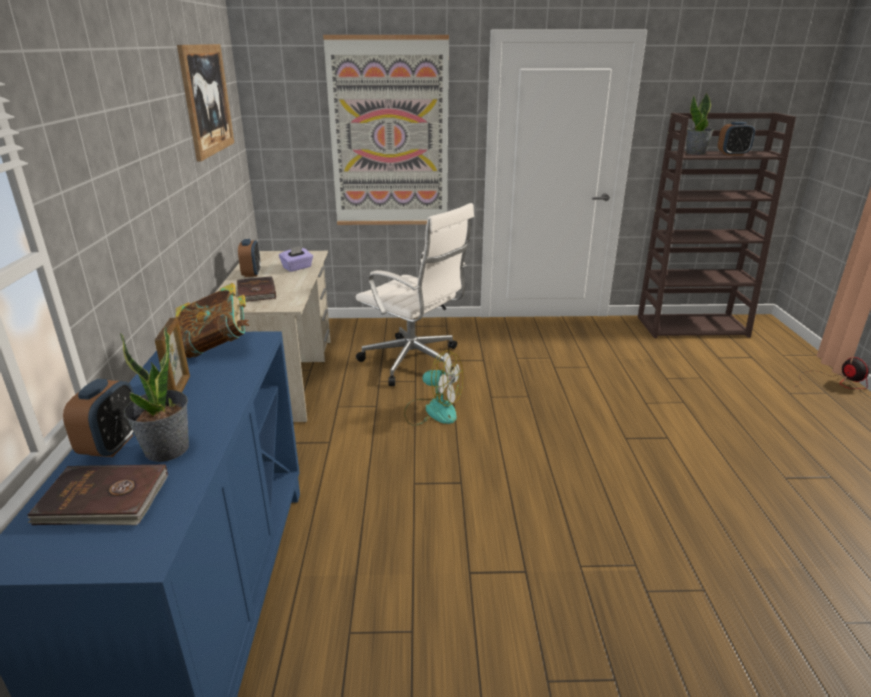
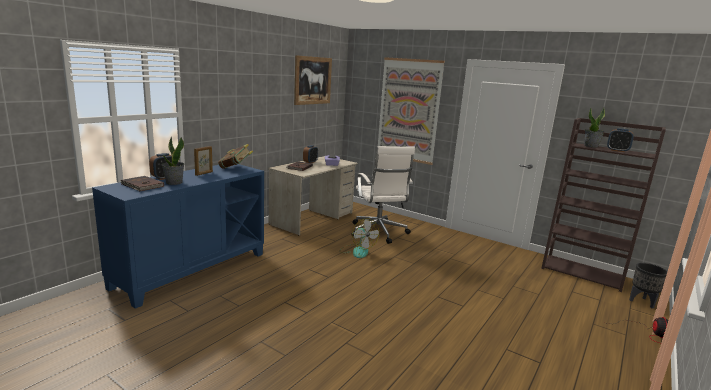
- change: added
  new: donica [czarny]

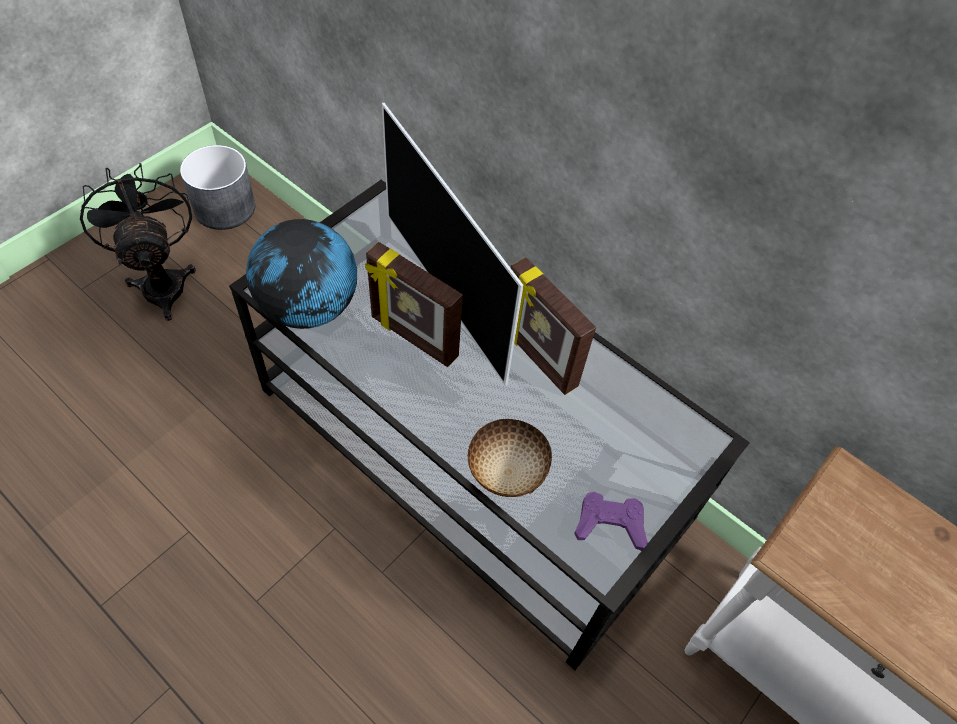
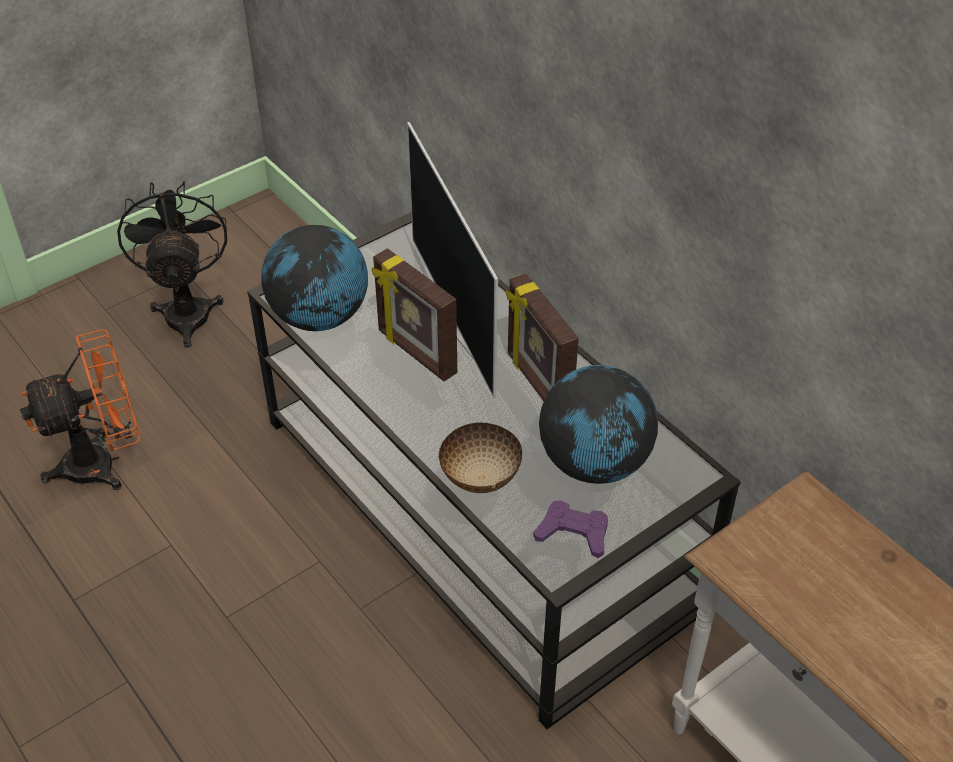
- change: removed
  old: donica [szary]
- change: added
  new: wentylator [pomarańczowy]
- change: added
  new: globus (2nd from left)

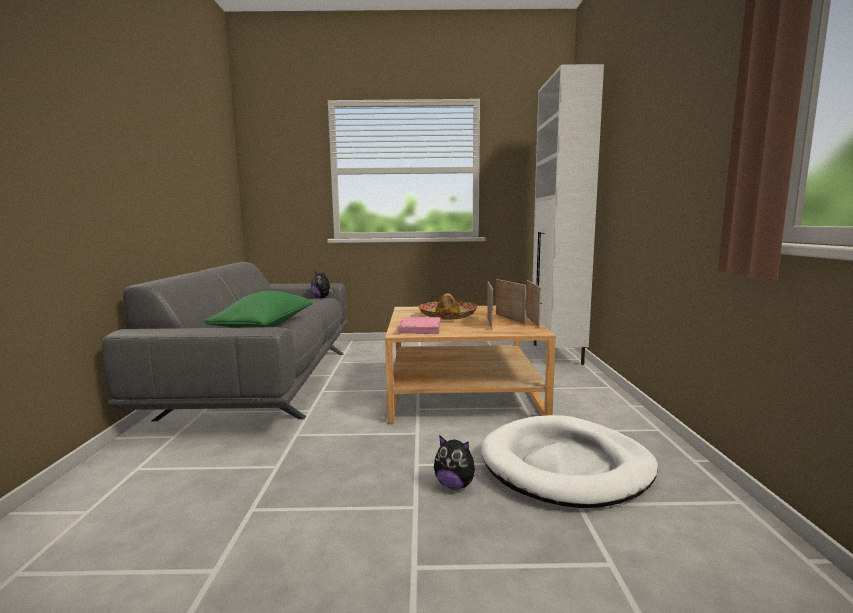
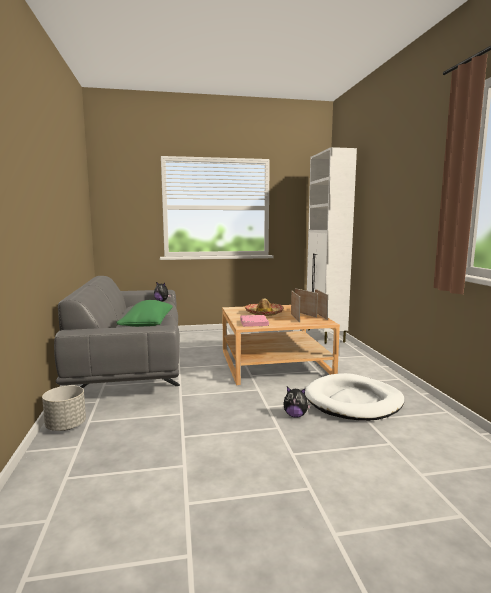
- change: added
  new: donica [szary]

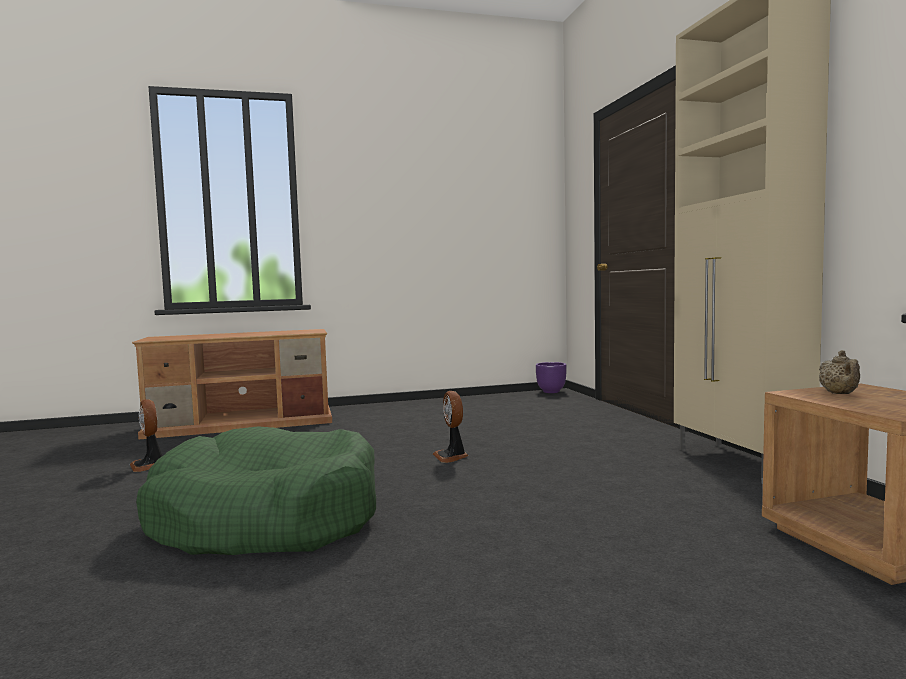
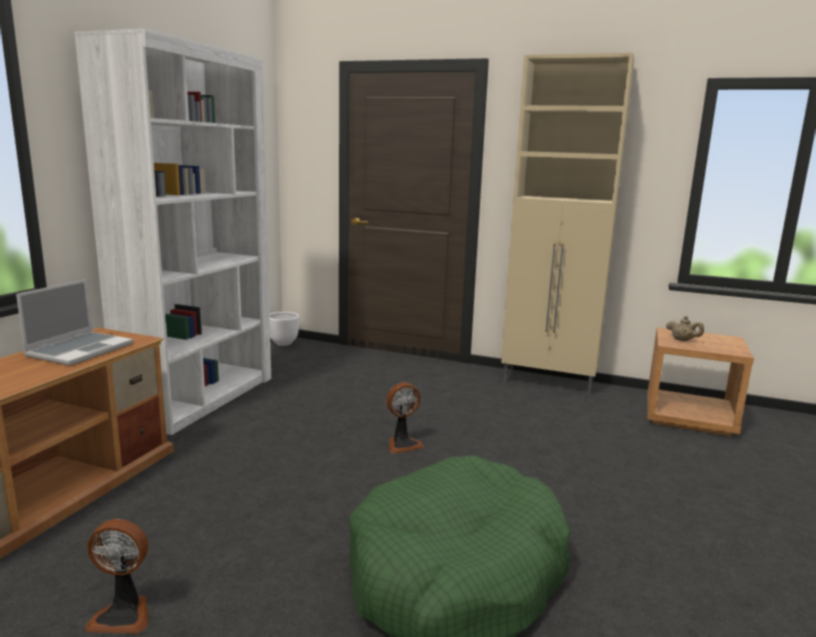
- change: turned
  old: wentylator (2nd from left)
  degrees: -45
- change: recoloured
  old: donica [fioletowy]
  new: donica [biały]
- change: added
  new: laptop
- change: added
  new: regał [biały]

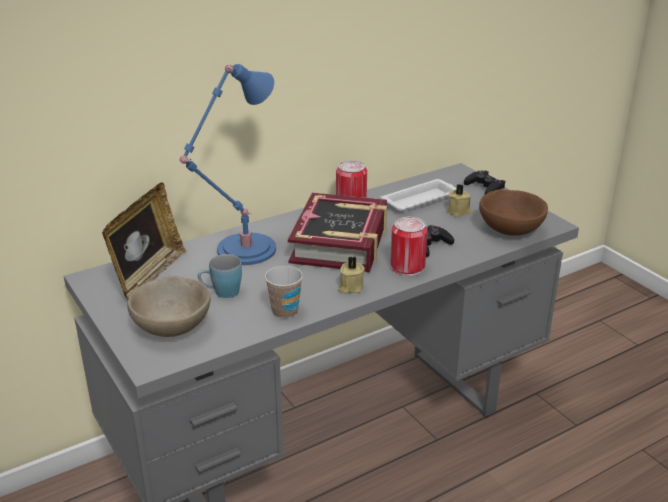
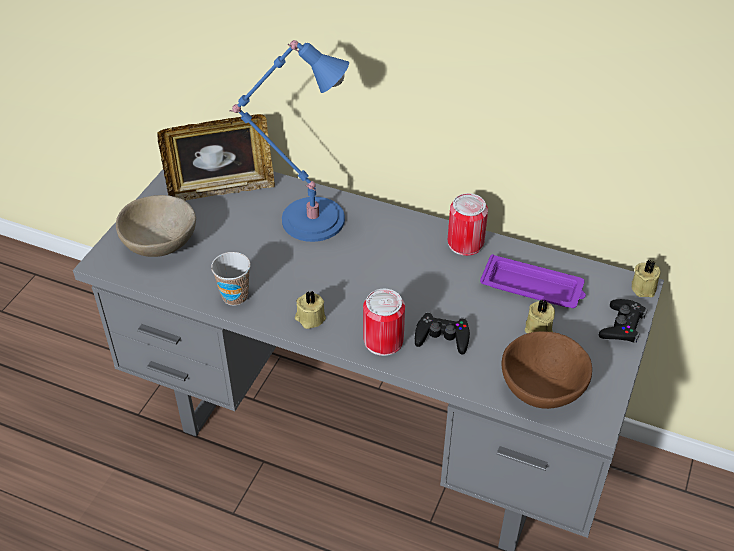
- change: removed
  old: kubek [niebieski]
- change: removed
  old: książka
- change: recoloured
  old: taca [biały]
  new: taca [fioletowy]
- change: added
  new: świeca [beżowy] (3rd from left)

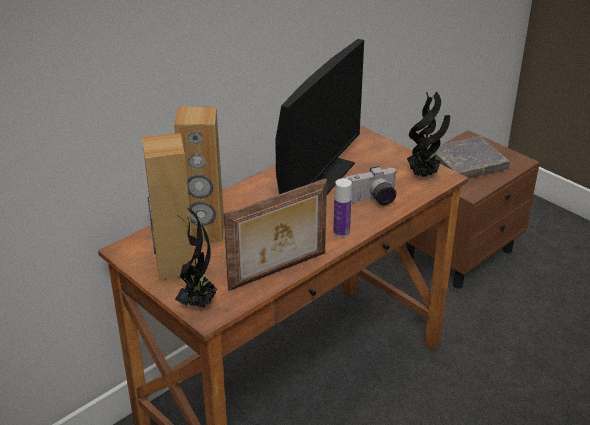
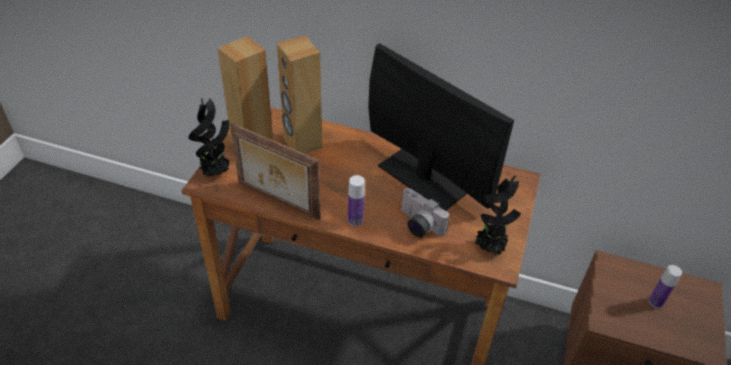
- change: turned
  old: monitor
  degrees: -135
- change: replaced
  old: książka [szary]
  new: butelka (2nd from left)

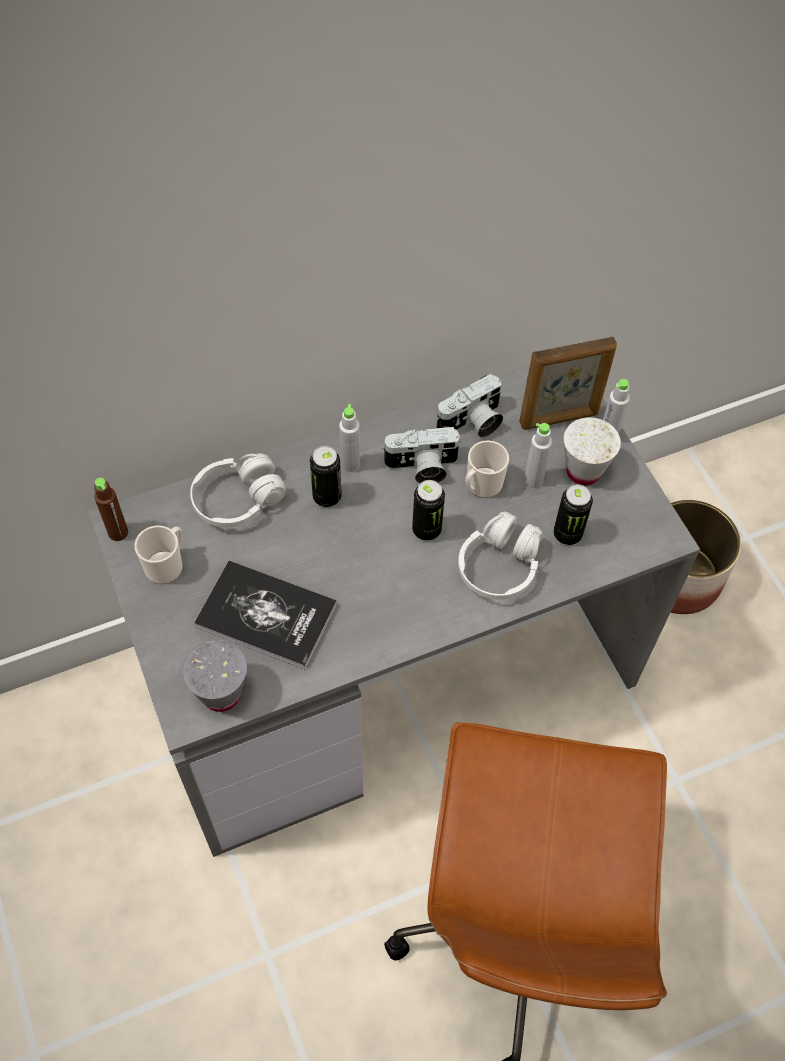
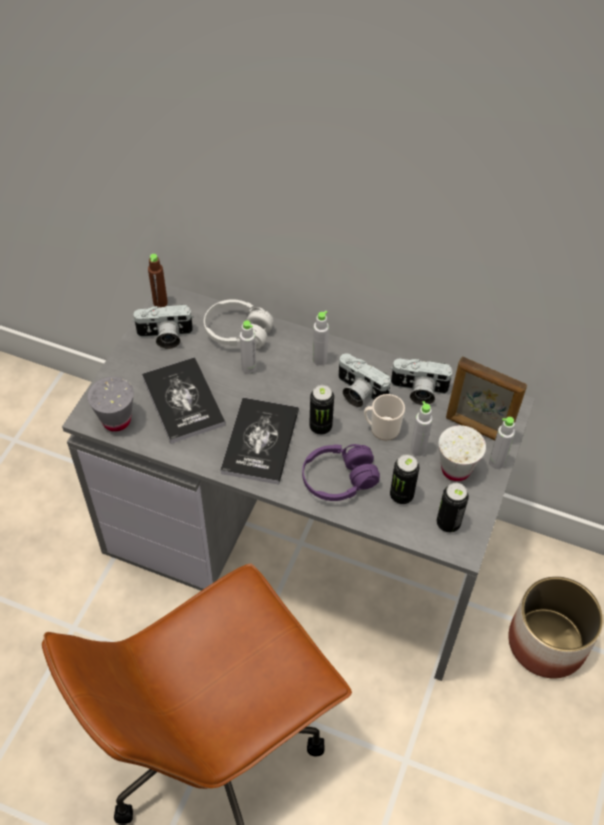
- change: replaced
  old: kubek (1st from left)
  new: aparat fotograficzny (1st from left)
- change: moved
  old: puszka (1st from left in the first image)
  new: puszka (3rd from left)
- change: recoloured
  old: słuchawki [biały] (2nd from left)
  new: słuchawki [fioletowy]
- change: added
  new: książka (2nd from left)
- change: added
  new: butelka [szary] (1st from left)

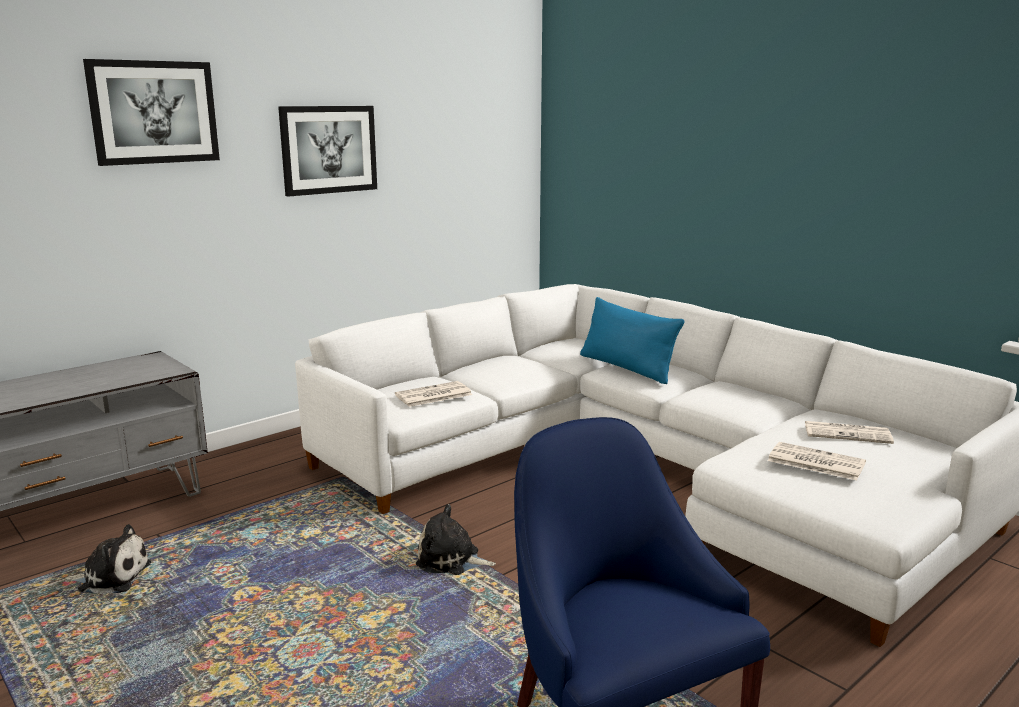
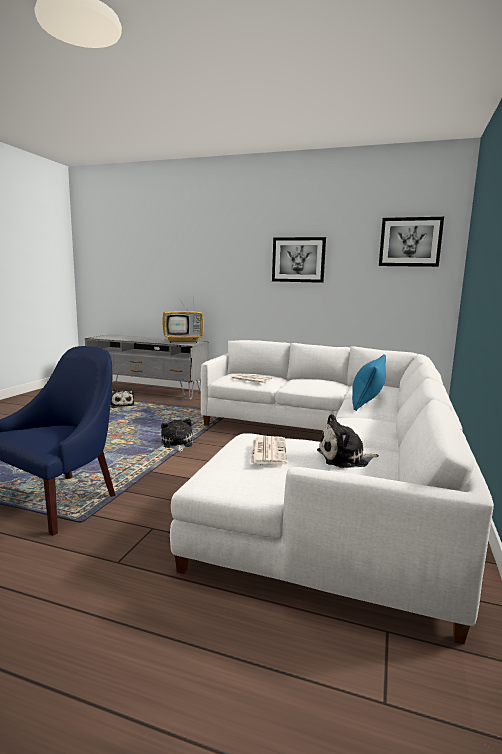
- change: moved
  old: obraz (1st from left in the first image)
  new: obraz (2nd from left)
- change: replaced
  old: gazeta (3rd from left)
  new: pluszak (3rd from left)
- change: added
  new: telewizor

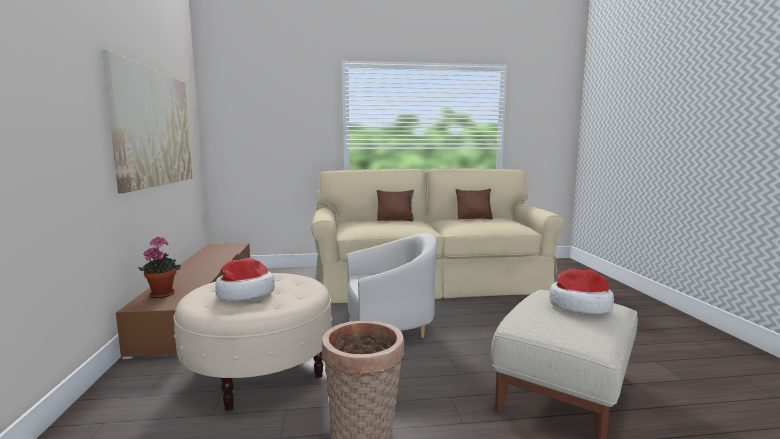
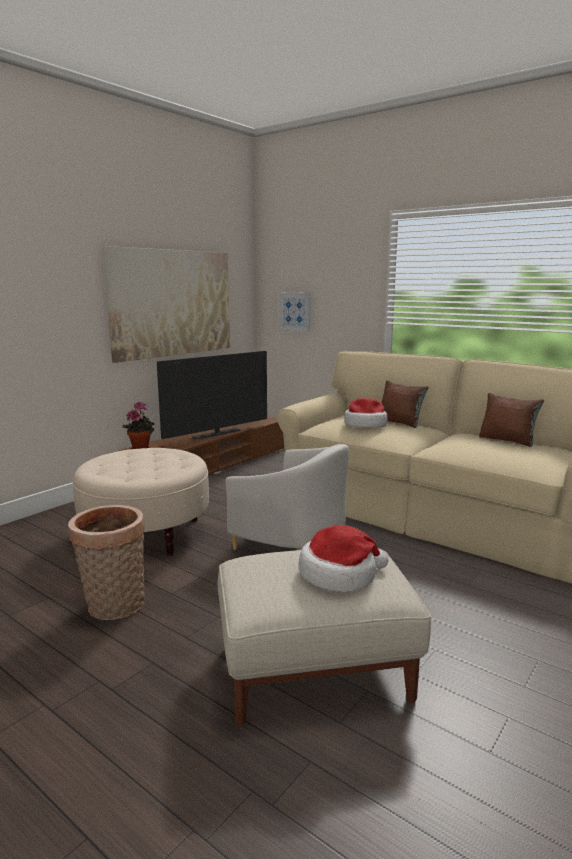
- change: moved
  old: kapelusz (1st from left in the first image)
  new: kapelusz (2nd from left)
- change: added
  new: telewizor
- change: added
  new: obraz (2nd from left)

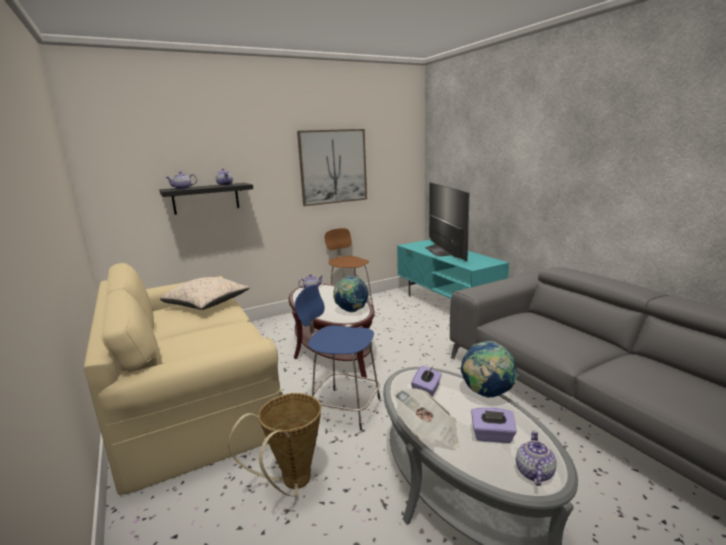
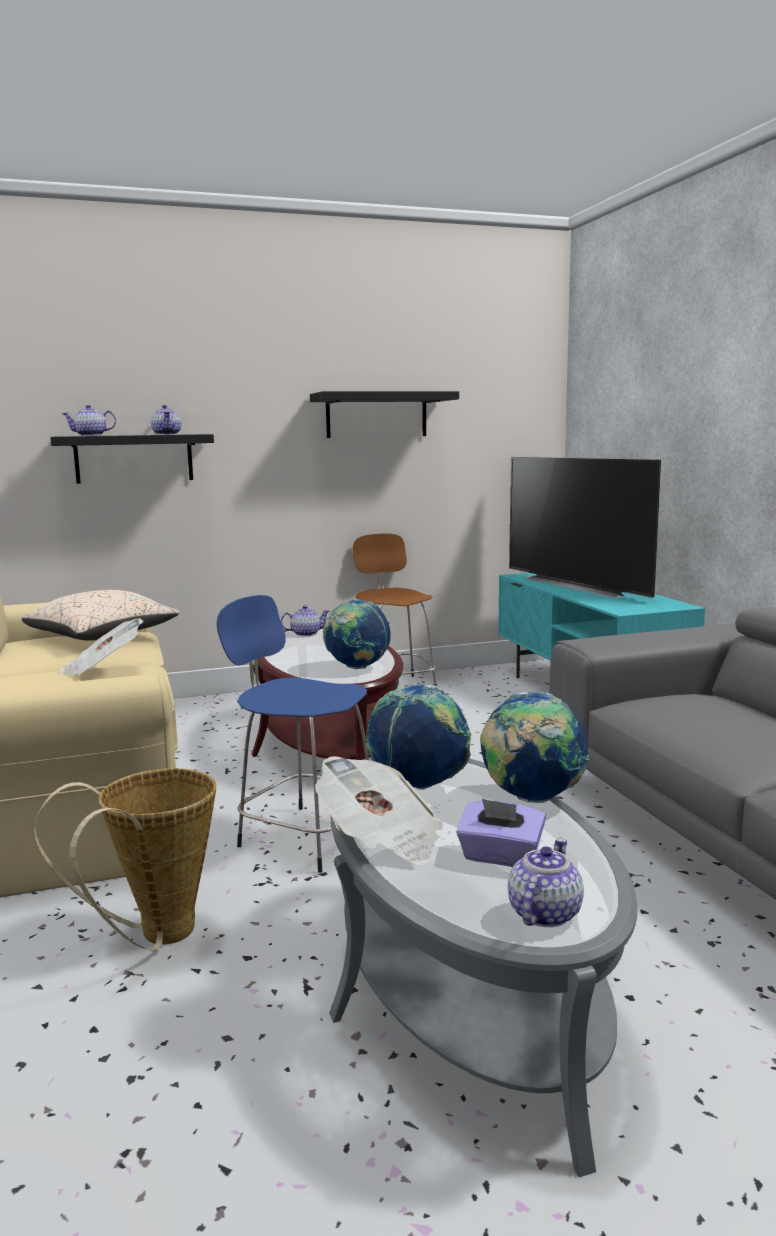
- change: replaced
  old: obraz
  new: półka [czarny] (2nd from left)
- change: replaced
  old: pudełko chusteczek [fioletowy] (1st from left)
  new: globus (2nd from left)
- change: turned
  old: telewizor
  degrees: 150
- change: added
  new: gazeta (1st from left)

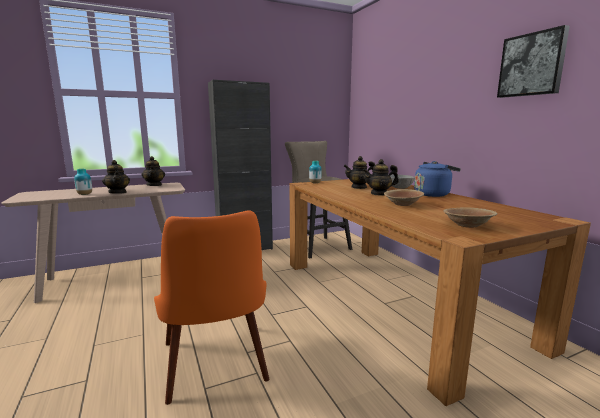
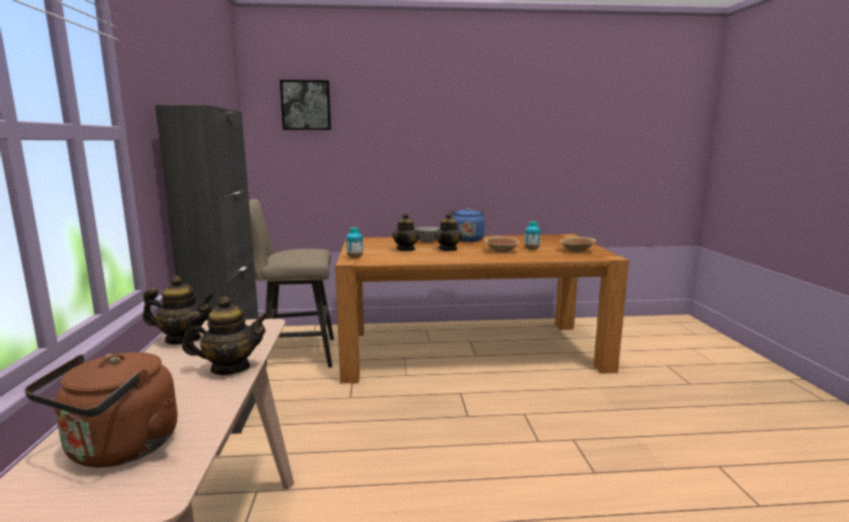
- change: moved
  old: wazon (1st from left in the first image)
  new: wazon (2nd from left)
- change: removed
  old: krzesło [pomarańczowy]
- change: moved
  old: obraz
- change: added
  new: czajnik [brązowy]

